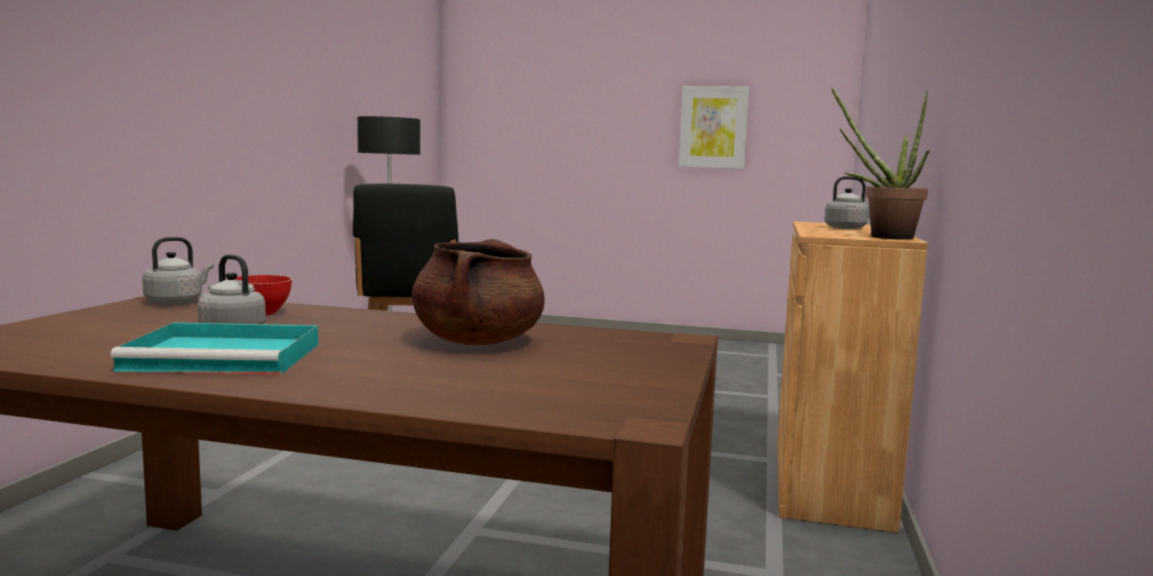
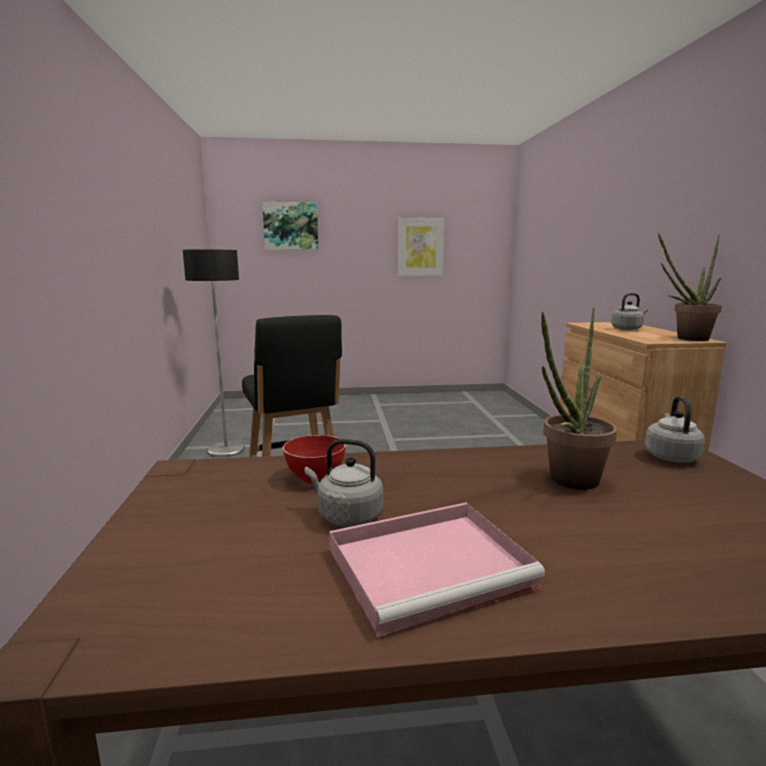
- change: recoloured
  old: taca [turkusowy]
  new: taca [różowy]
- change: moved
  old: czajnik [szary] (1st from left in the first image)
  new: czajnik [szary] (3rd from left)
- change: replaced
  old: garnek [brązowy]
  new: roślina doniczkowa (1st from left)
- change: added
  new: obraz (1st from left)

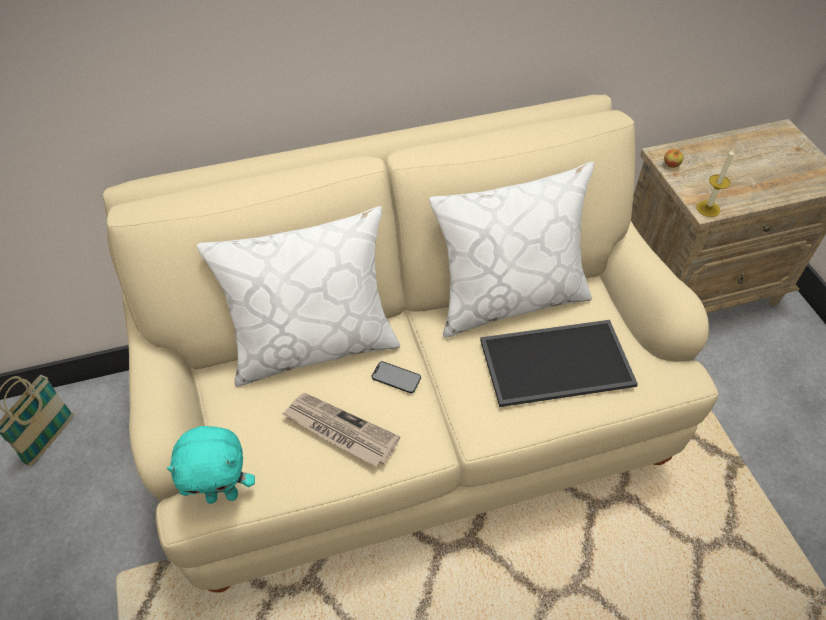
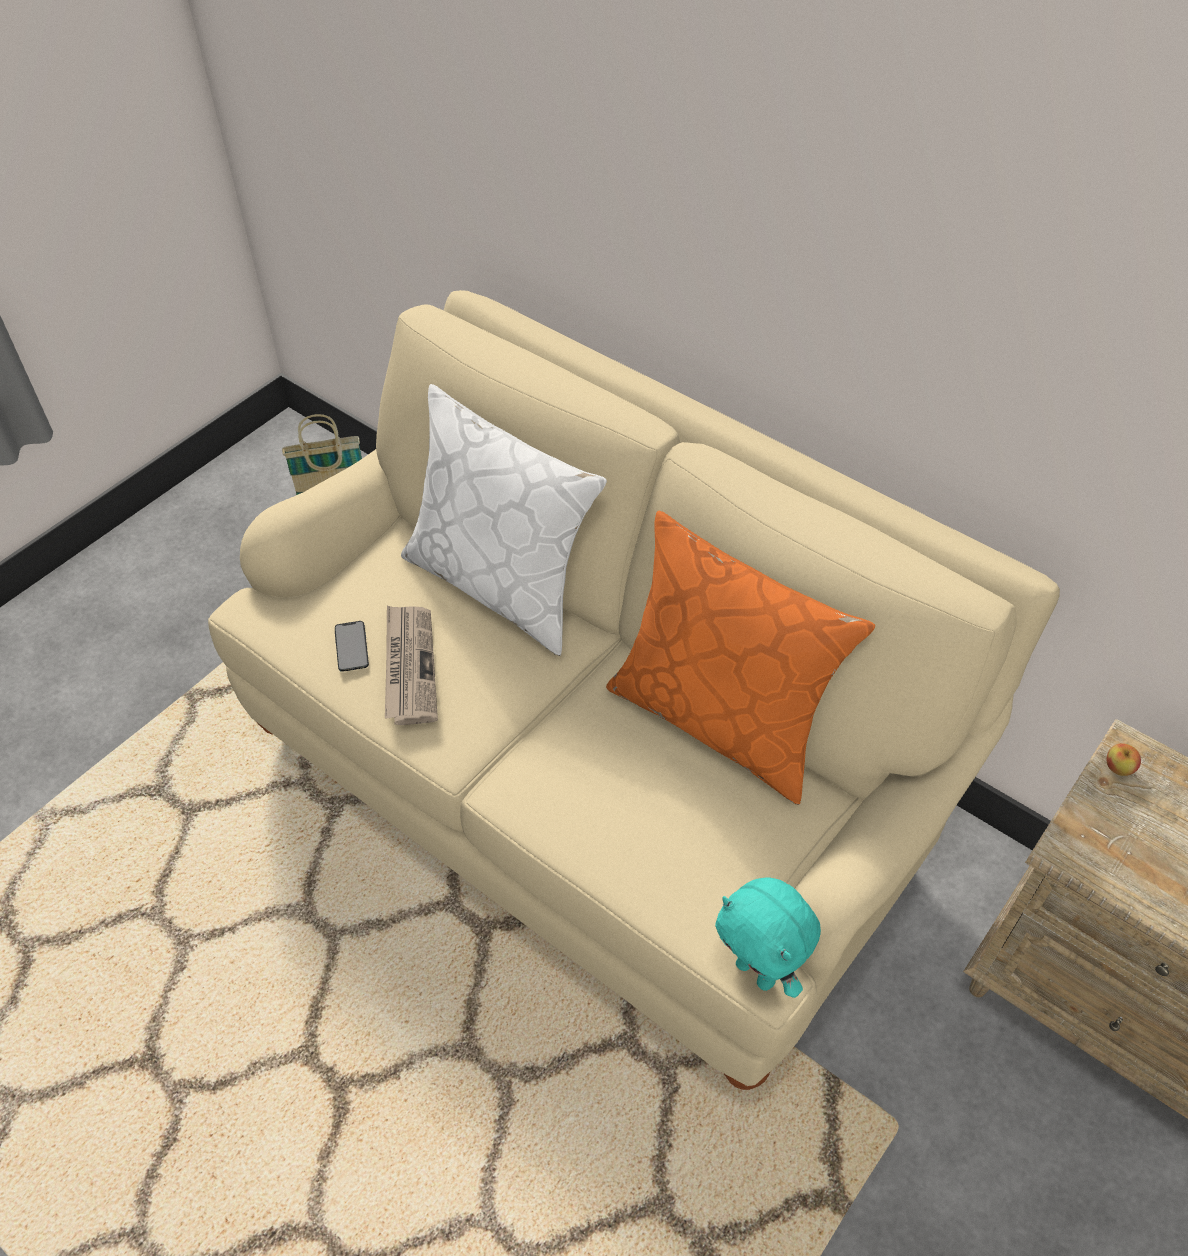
- change: moved
  old: pluszak [turkusowy]
- change: moved
  old: telefon
- change: recoloured
  old: poduszka [biały] (2nd from left)
  new: poduszka [pomarańczowy]
- change: removed
  old: taca
- change: removed
  old: świeca

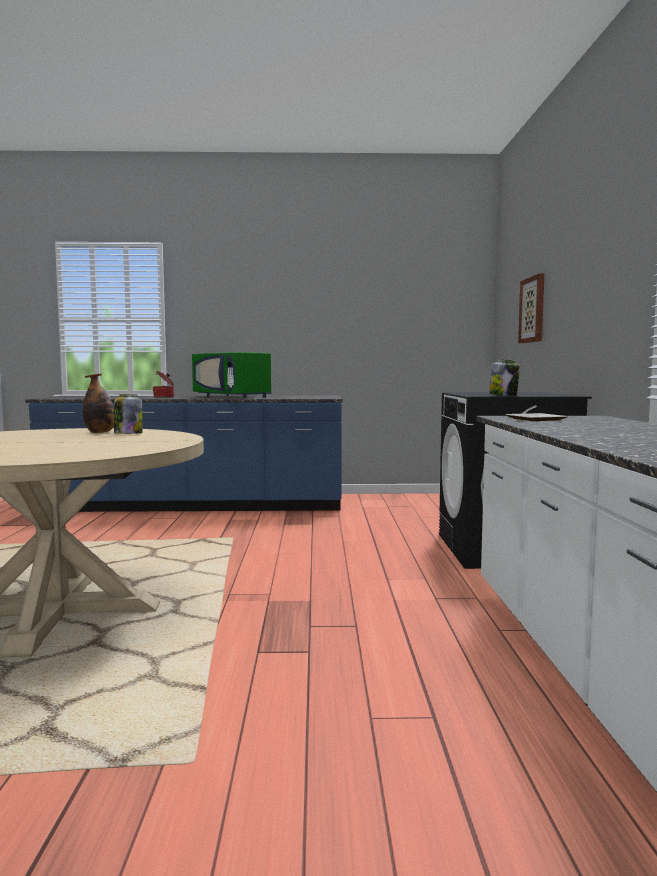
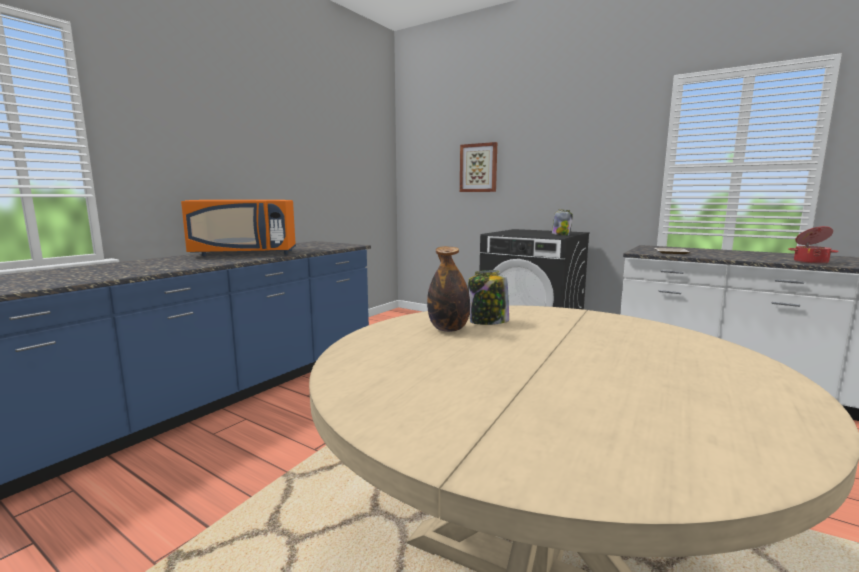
- change: moved
  old: garnek
- change: recoloured
  old: mikrofalówka [zielony]
  new: mikrofalówka [pomarańczowy]

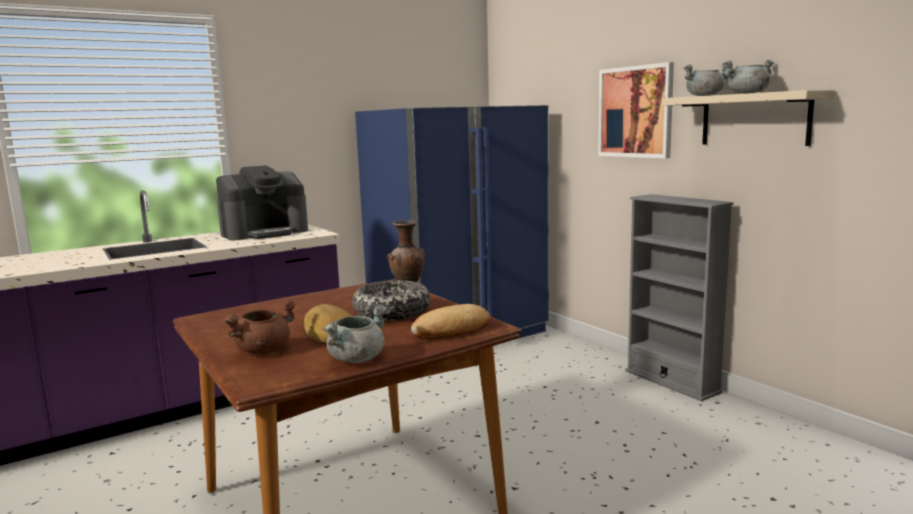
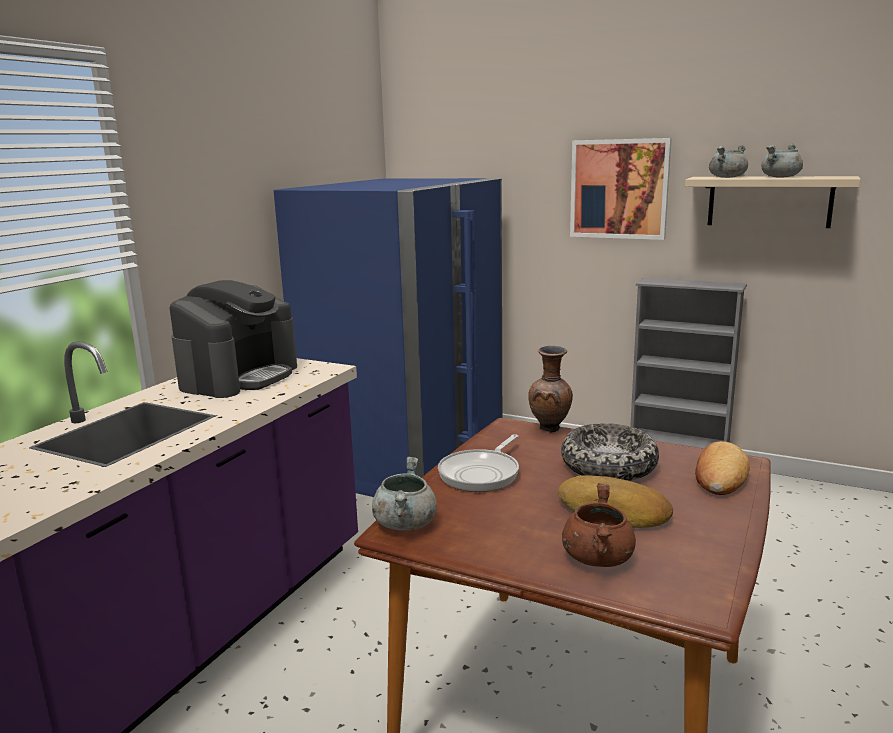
- change: moved
  old: garnek [szary] (1st from left)
- change: added
  new: patelnia

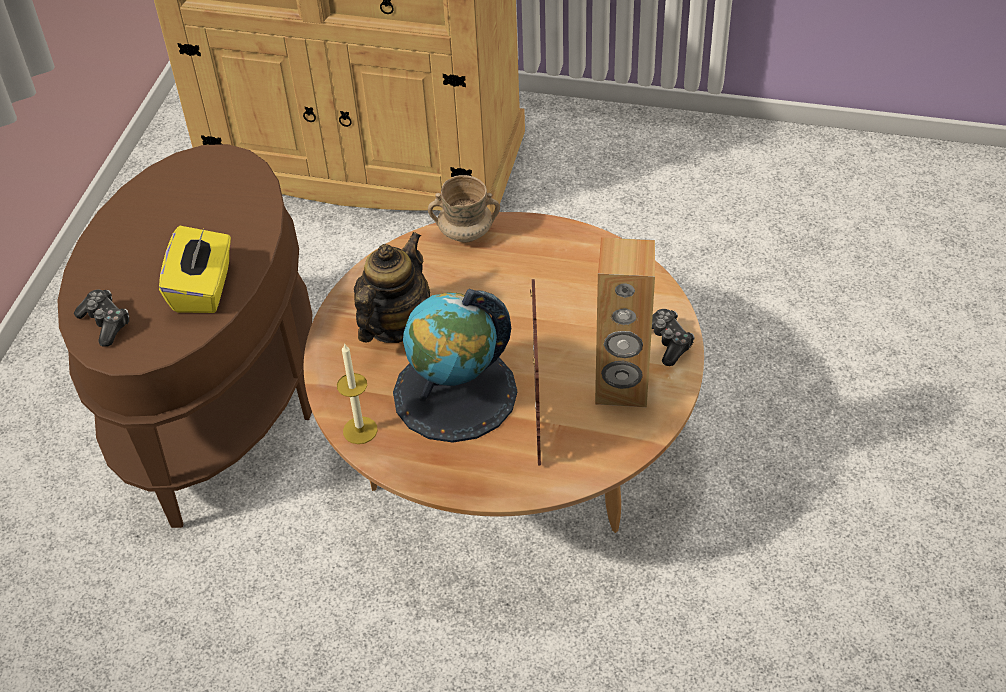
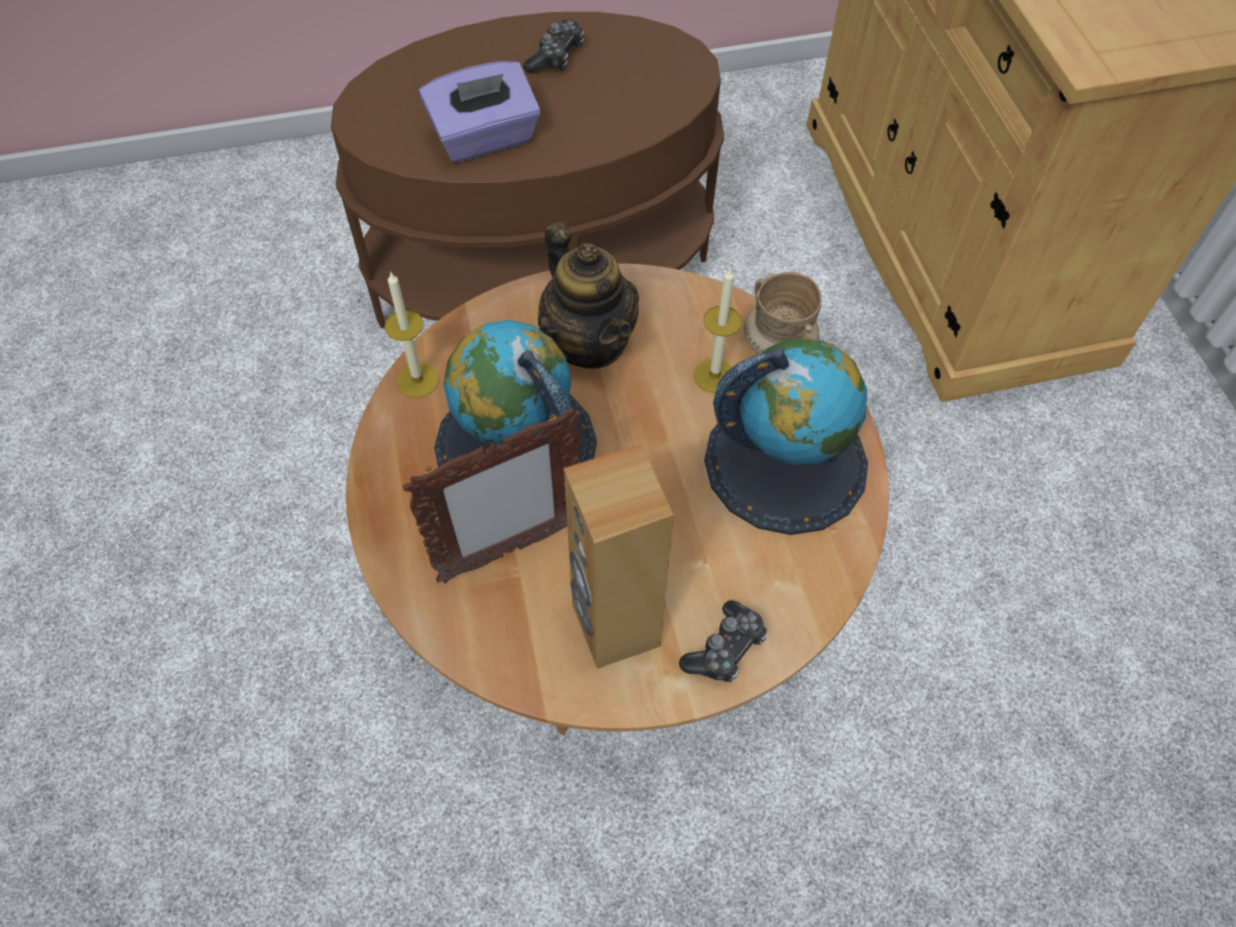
- change: moved
  old: pad do gier (1st from left)
- change: recoloured
  old: pudełko chusteczek [żółty]
  new: pudełko chusteczek [fioletowy]
- change: turned
  old: imbryk
  degrees: 60
- change: added
  new: świeca (2nd from left)
- change: added
  new: globus (2nd from left)

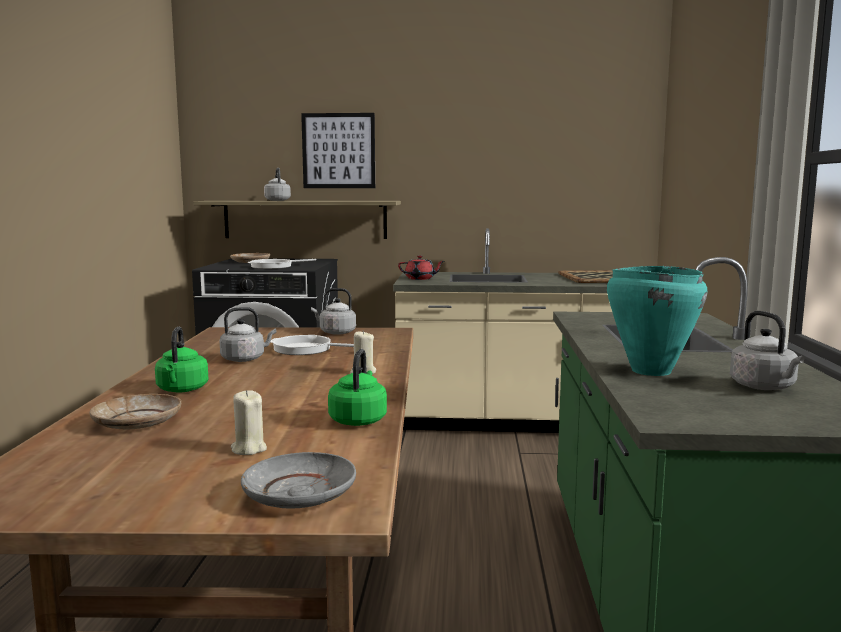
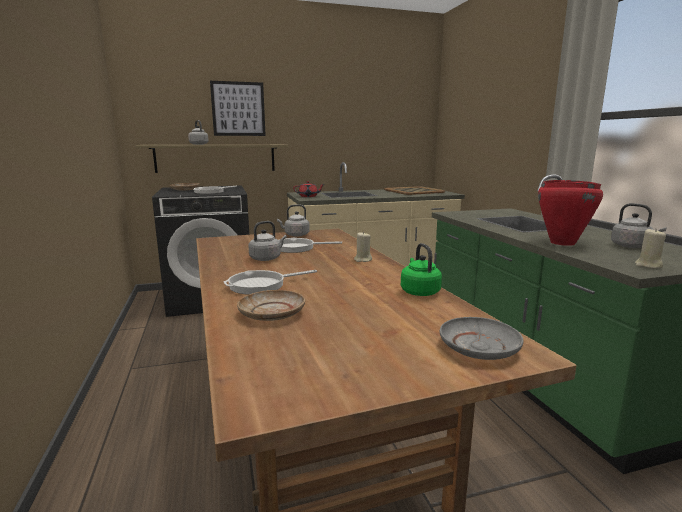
- change: replaced
  old: czajnik [zielony] (1st from left)
  new: patelnia (2nd from left)
- change: moved
  old: świeca [beżowy] (1st from left in the first image)
  new: świeca [beżowy] (2nd from left)
- change: recoloured
  old: garnek [turkusowy]
  new: garnek [czerwony]

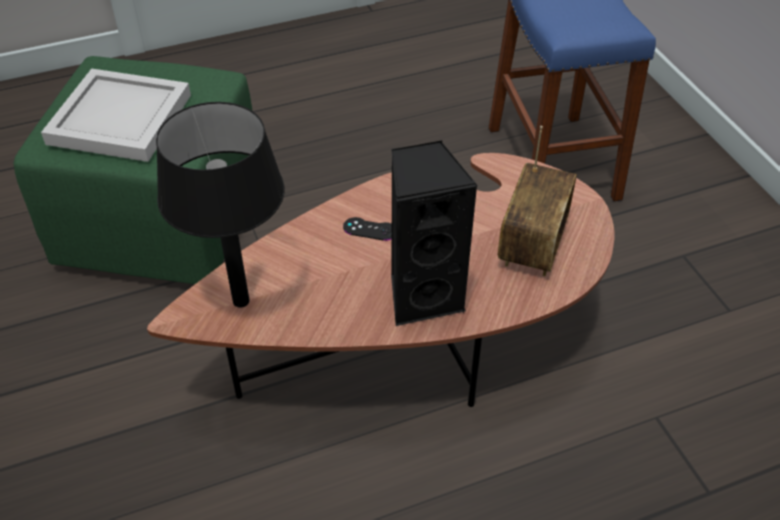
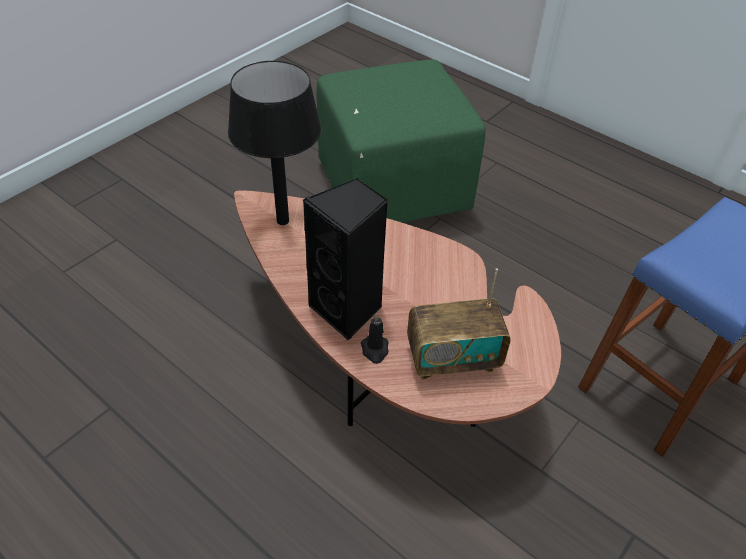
- change: removed
  old: taca [biały]
- change: removed
  old: pad do gier [czarny]
- change: added
  new: świeca [czarny]

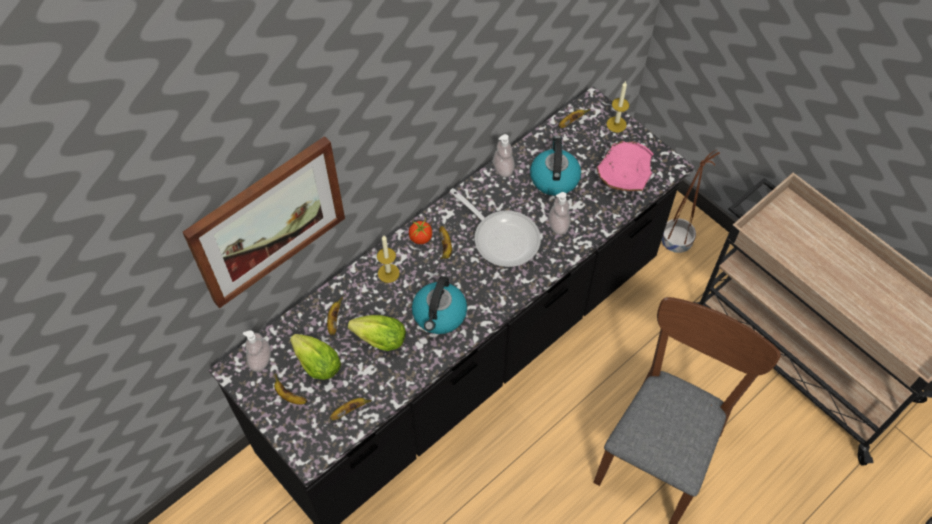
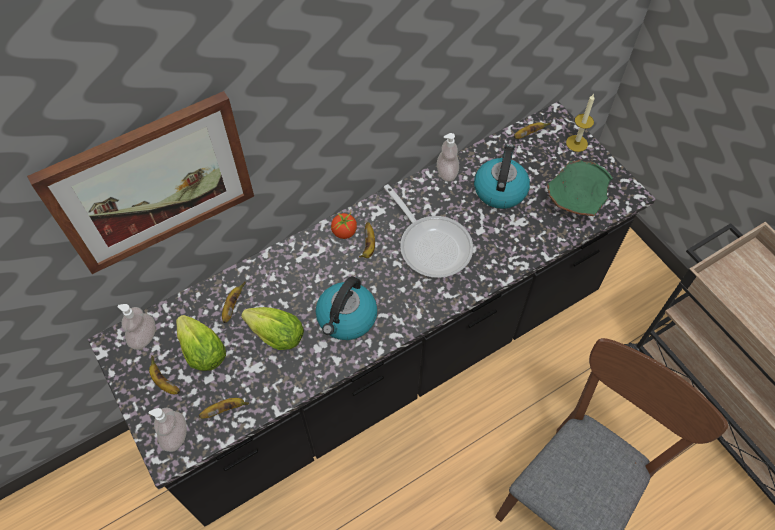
- change: removed
  old: świeca (1st from left)
- change: moved
  old: dozownik mydła (3rd from left in the first image)
  new: dozownik mydła (2nd from left)
- change: recoloured
  old: miska [różowy]
  new: miska [zielony]
- change: removed
  old: donica [brązowy]

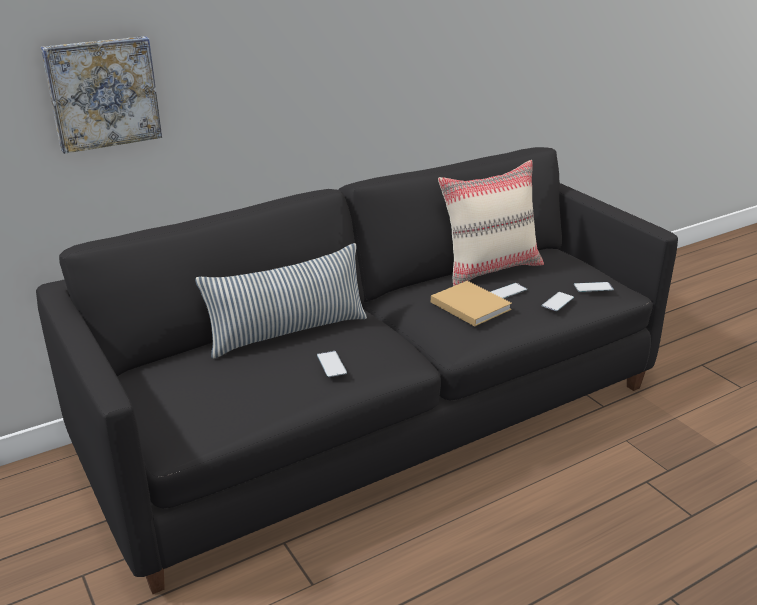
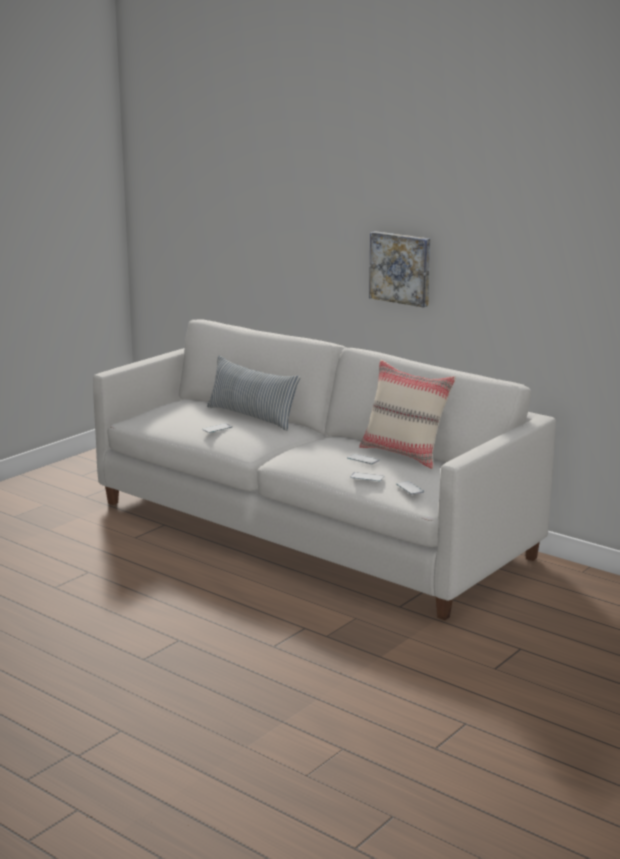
- change: recoloured
  old: kanapa [czarny]
  new: kanapa [biały]
- change: moved
  old: obraz
- change: removed
  old: książka [beżowy]

